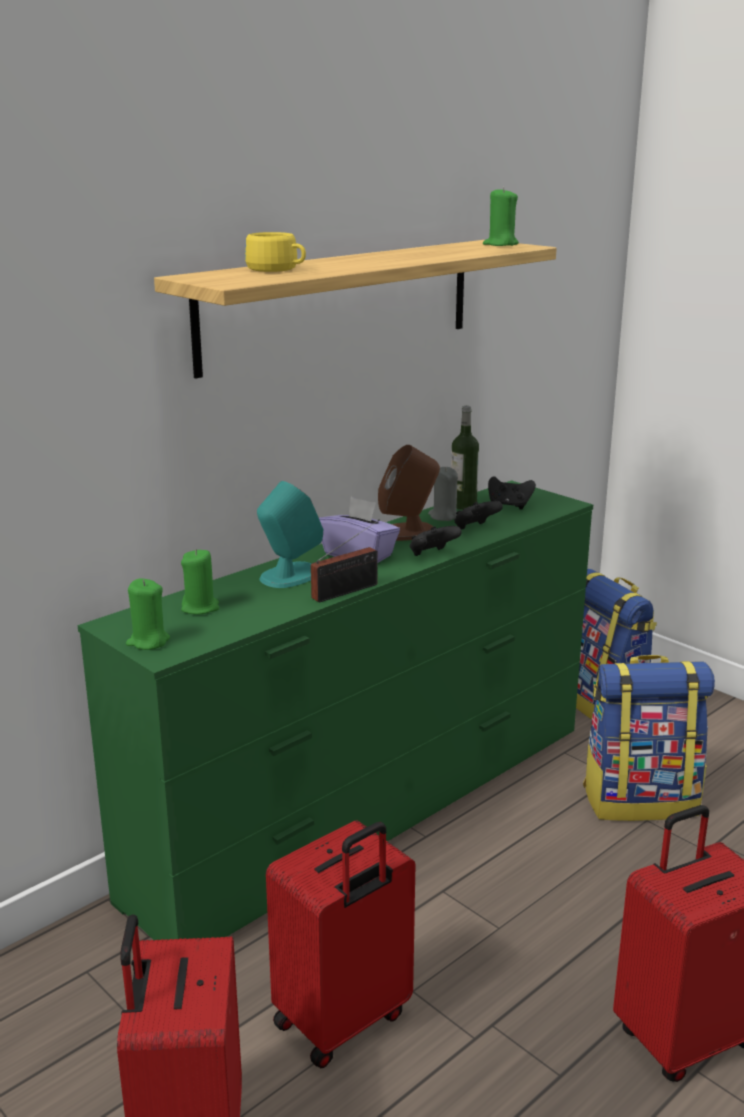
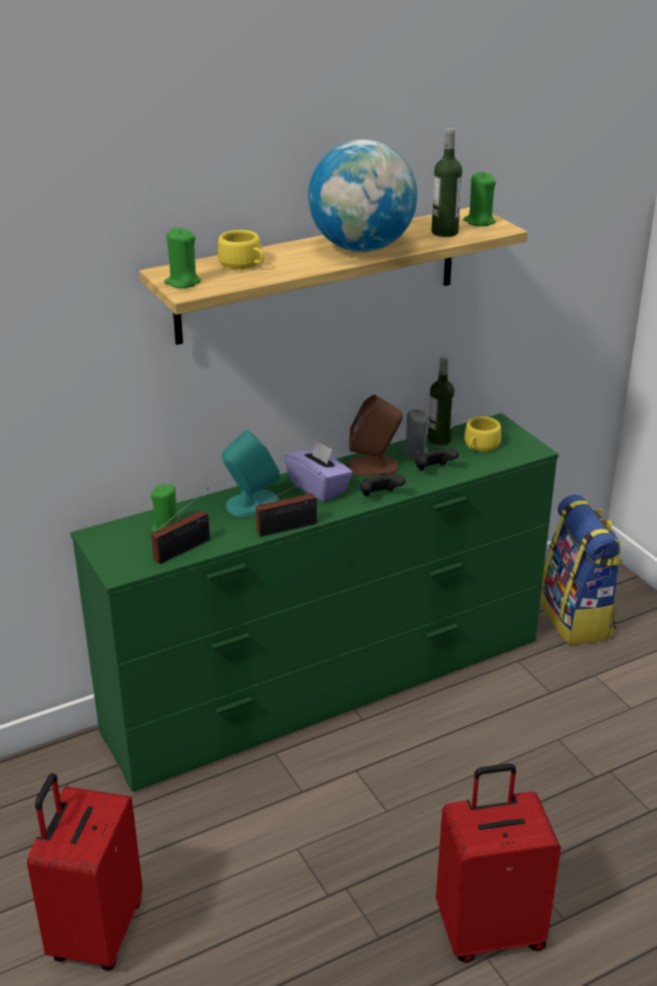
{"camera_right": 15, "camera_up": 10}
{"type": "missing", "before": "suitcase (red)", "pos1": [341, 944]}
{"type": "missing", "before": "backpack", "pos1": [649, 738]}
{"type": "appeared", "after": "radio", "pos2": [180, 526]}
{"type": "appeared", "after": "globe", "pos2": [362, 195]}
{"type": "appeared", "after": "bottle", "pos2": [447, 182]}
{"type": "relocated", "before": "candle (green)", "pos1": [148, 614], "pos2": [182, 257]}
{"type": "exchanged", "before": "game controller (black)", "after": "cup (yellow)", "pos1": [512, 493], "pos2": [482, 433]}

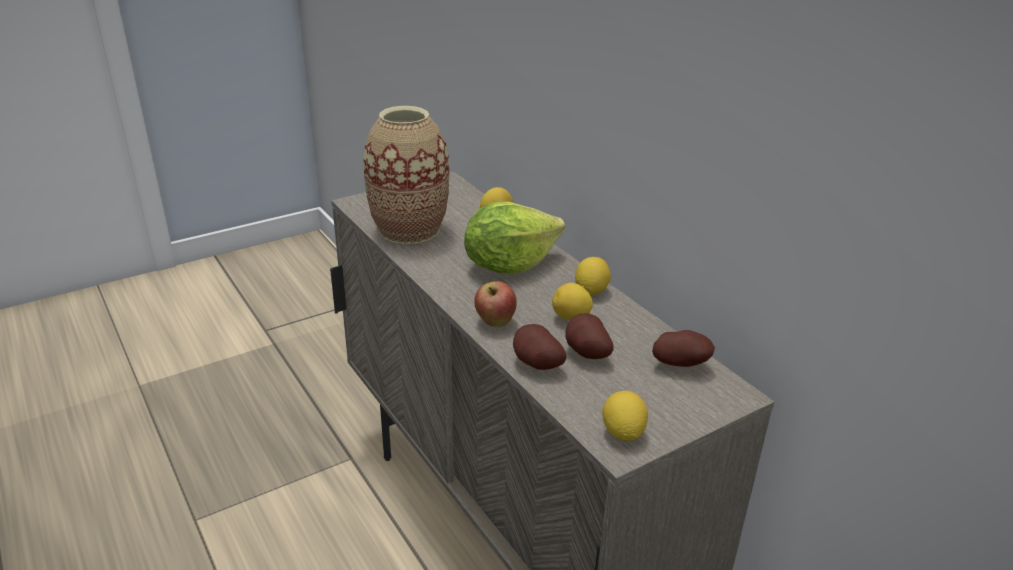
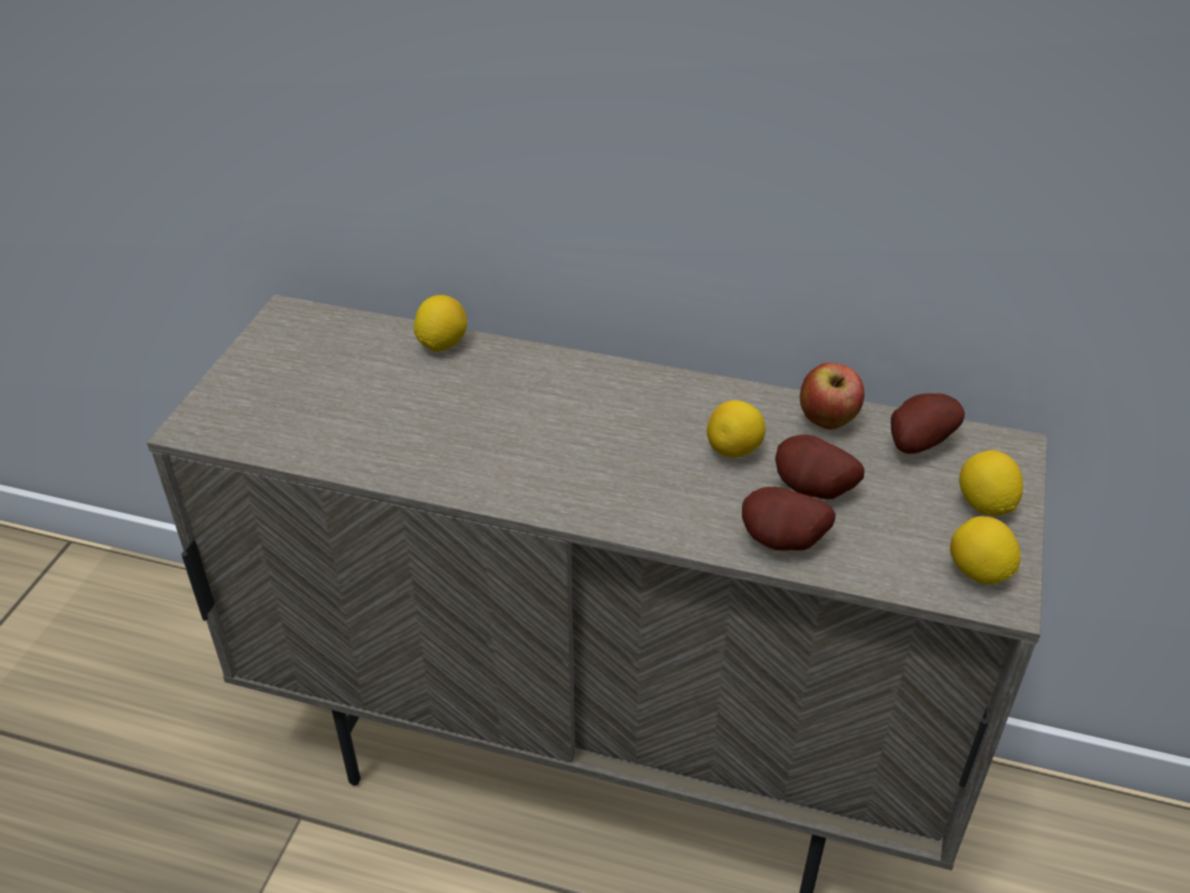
{"camera_right": -40, "camera_up": 10}
{"type": "missing", "before": "vase", "pos1": [406, 175]}
{"type": "missing", "before": "lettuce", "pos1": [514, 238]}
{"type": "relocated", "before": "apple", "pos1": [495, 304], "pos2": [832, 396]}
{"type": "relocated", "before": "lemon", "pos1": [593, 276], "pos2": [991, 483]}

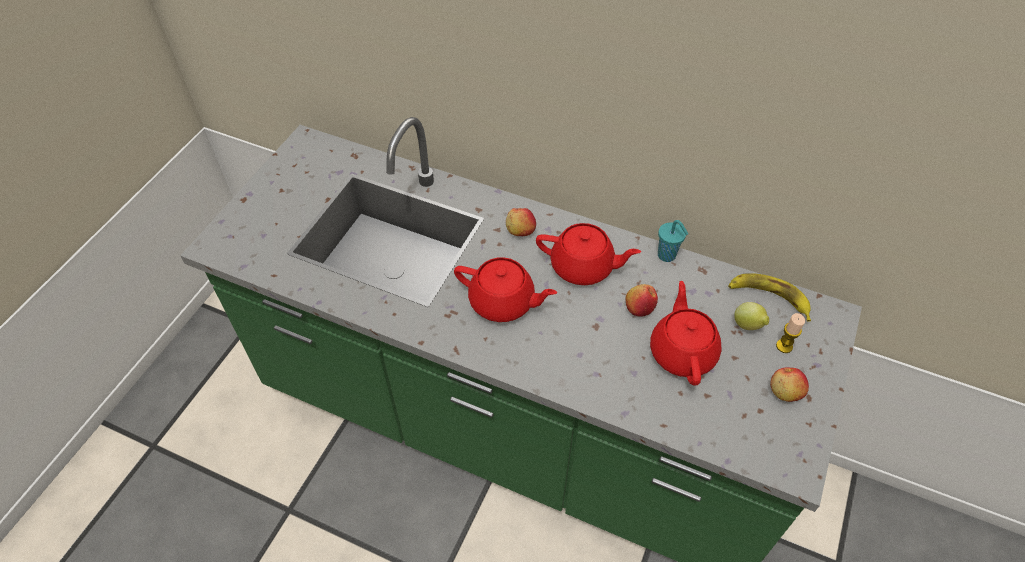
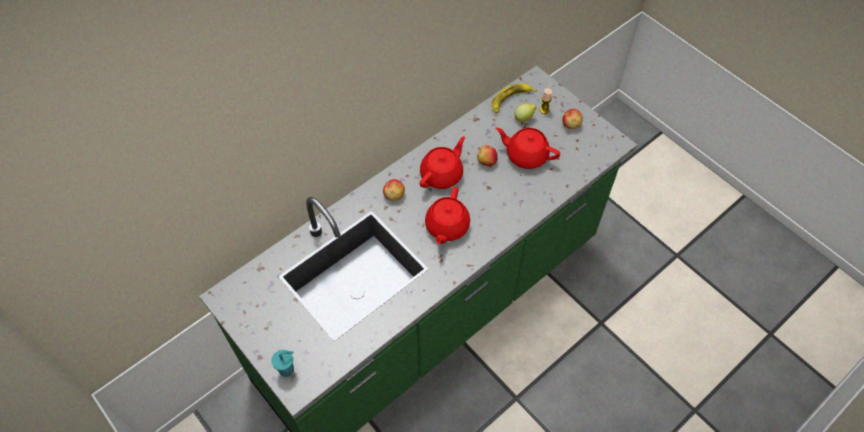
{"camera_right": -65, "camera_up": 5}
{"type": "relocated", "before": "cup (turquoise)", "pos1": [673, 241], "pos2": [282, 363]}
{"type": "spun", "before": "teapot (red)", "pos1": [505, 289], "pos2": [447, 215], "turn": 150}

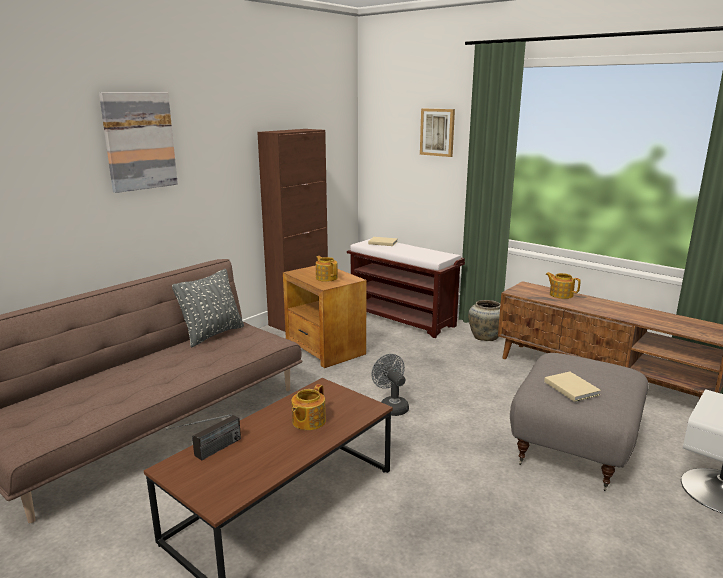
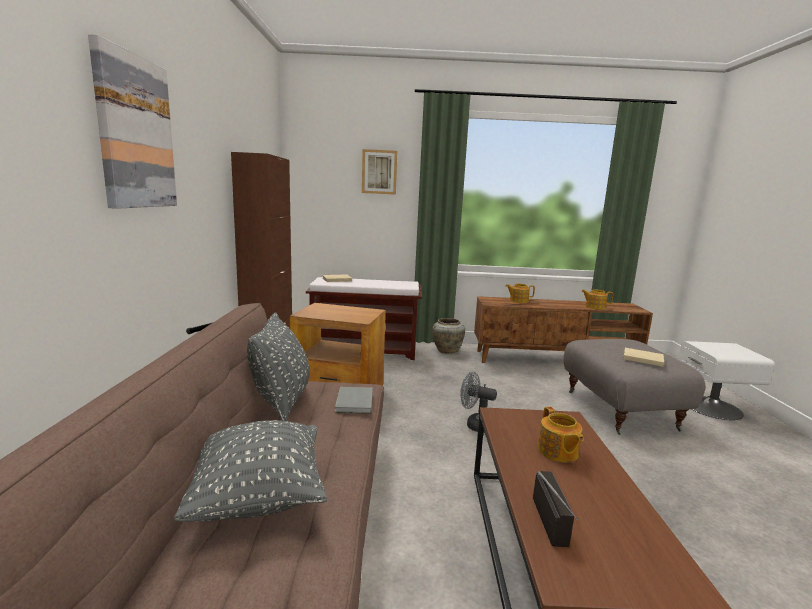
{"camera_right": -40, "camera_up": -5}
{"type": "appeared", "after": "pillow (grey)", "pos2": [250, 471]}
{"type": "appeared", "after": "book (grey)", "pos2": [354, 400]}
{"type": "relocated", "before": "teapot", "pos1": [327, 269], "pos2": [597, 299]}

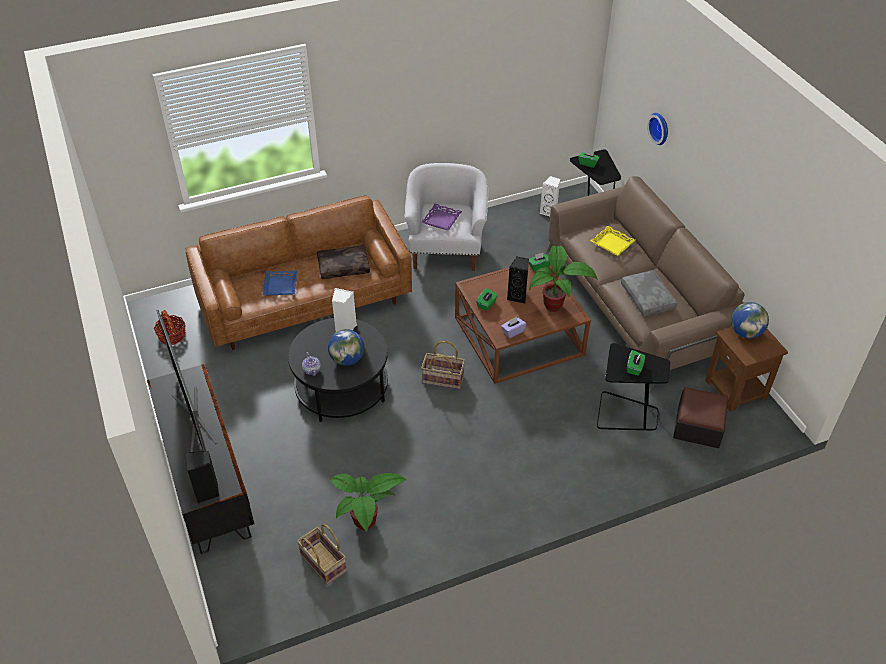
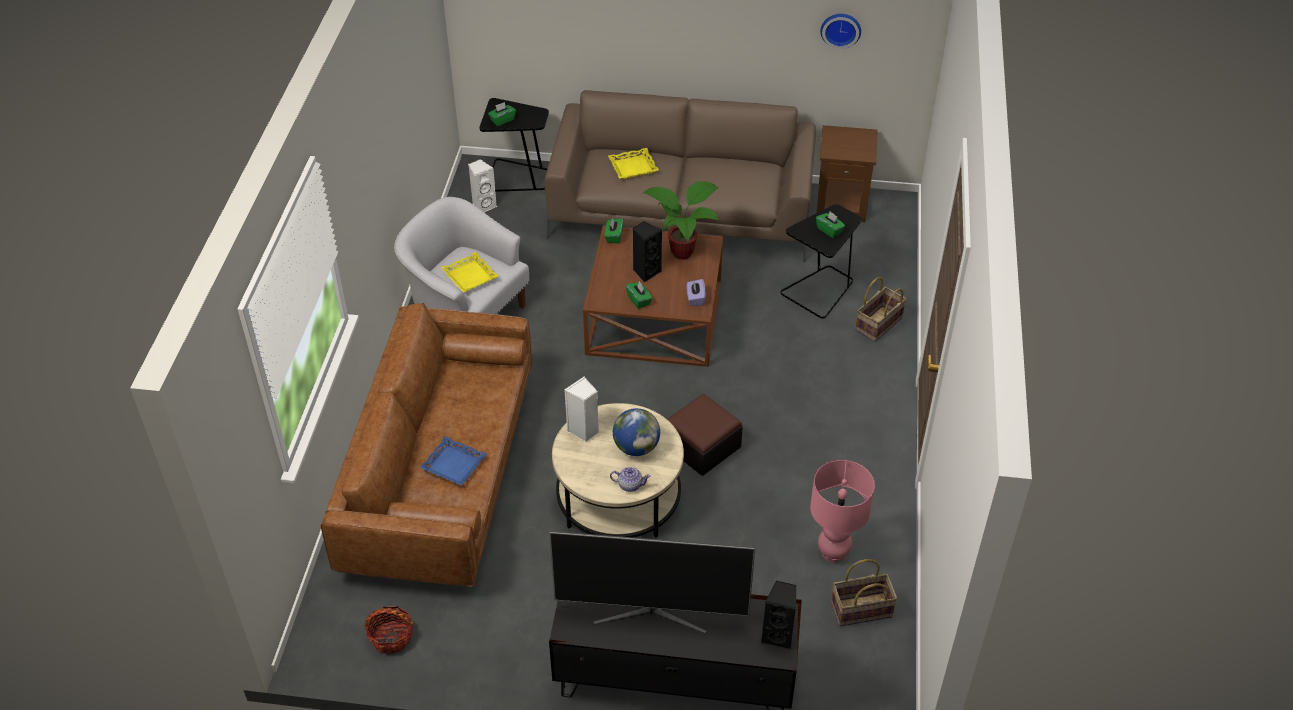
{"camera_right": -60, "camera_up": 0}
{"type": "missing", "before": "pillow (brown)", "pos1": [343, 262]}
{"type": "missing", "before": "pillow (grey)", "pos1": [649, 293]}
{"type": "missing", "before": "globe", "pos1": [750, 320]}
{"type": "relocated", "before": "basket", "pos1": [443, 365], "pos2": [881, 309]}
{"type": "relocated", "before": "wall clock", "pos1": [657, 129], "pos2": [840, 31]}
{"type": "relocated", "before": "ottoman", "pos1": [700, 417], "pos2": [705, 435]}
{"type": "exchanged", "before": "potted plant", "after": "table lamp (pink)", "pos1": [368, 502], "pos2": [842, 511]}
{"type": "colour", "before": "coffee table (black)", "after": "coffee table (beige)", "pos1": [338, 370], "pos2": [618, 470]}
{"type": "colour", "before": "tray (purple)", "after": "tray (yellow)", "pos1": [441, 216], "pos2": [469, 272]}

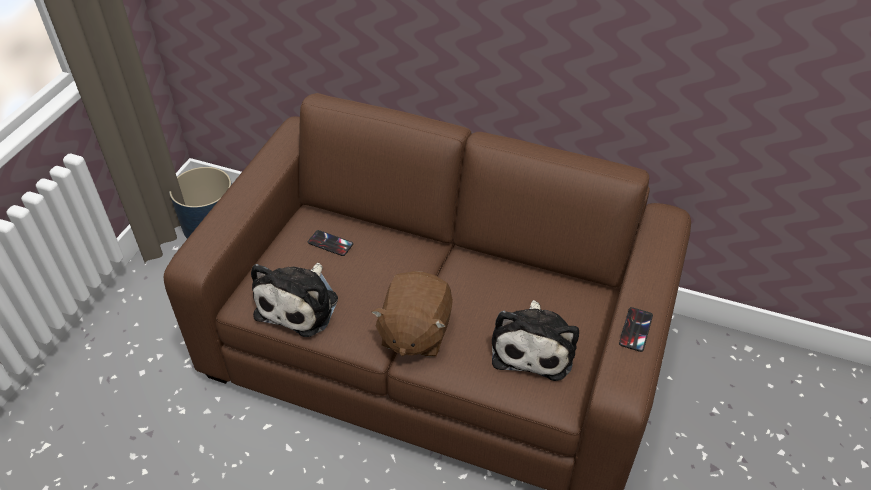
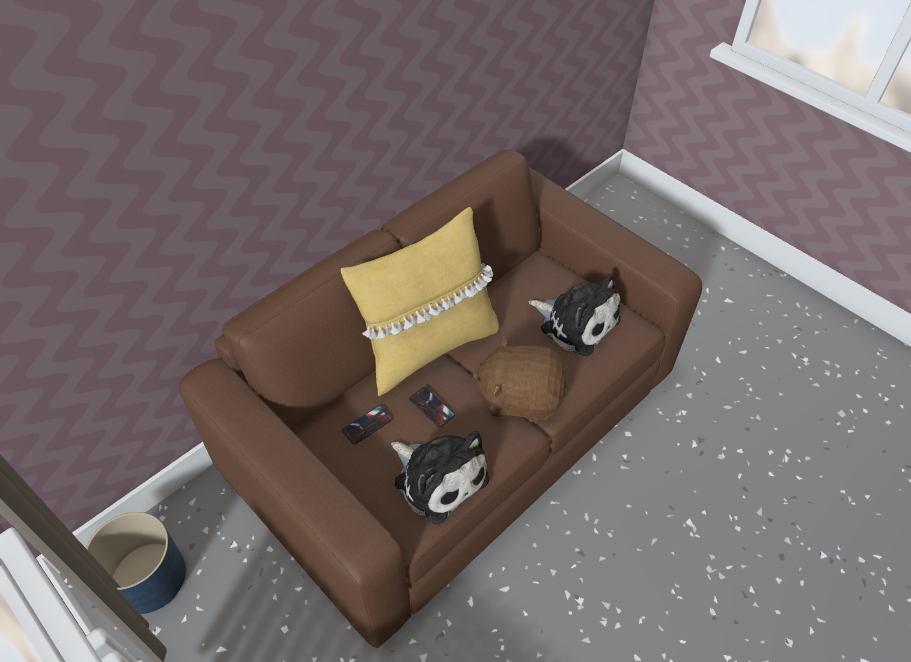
{"camera_right": -65, "camera_up": 5}
{"type": "appeared", "after": "pillow (yellow)", "pos2": [420, 301]}
{"type": "relocated", "before": "phone", "pos1": [636, 329], "pos2": [432, 407]}
{"type": "spun", "before": "plush toy (brown)", "pos1": [412, 314], "pos2": [520, 379], "turn": 150}

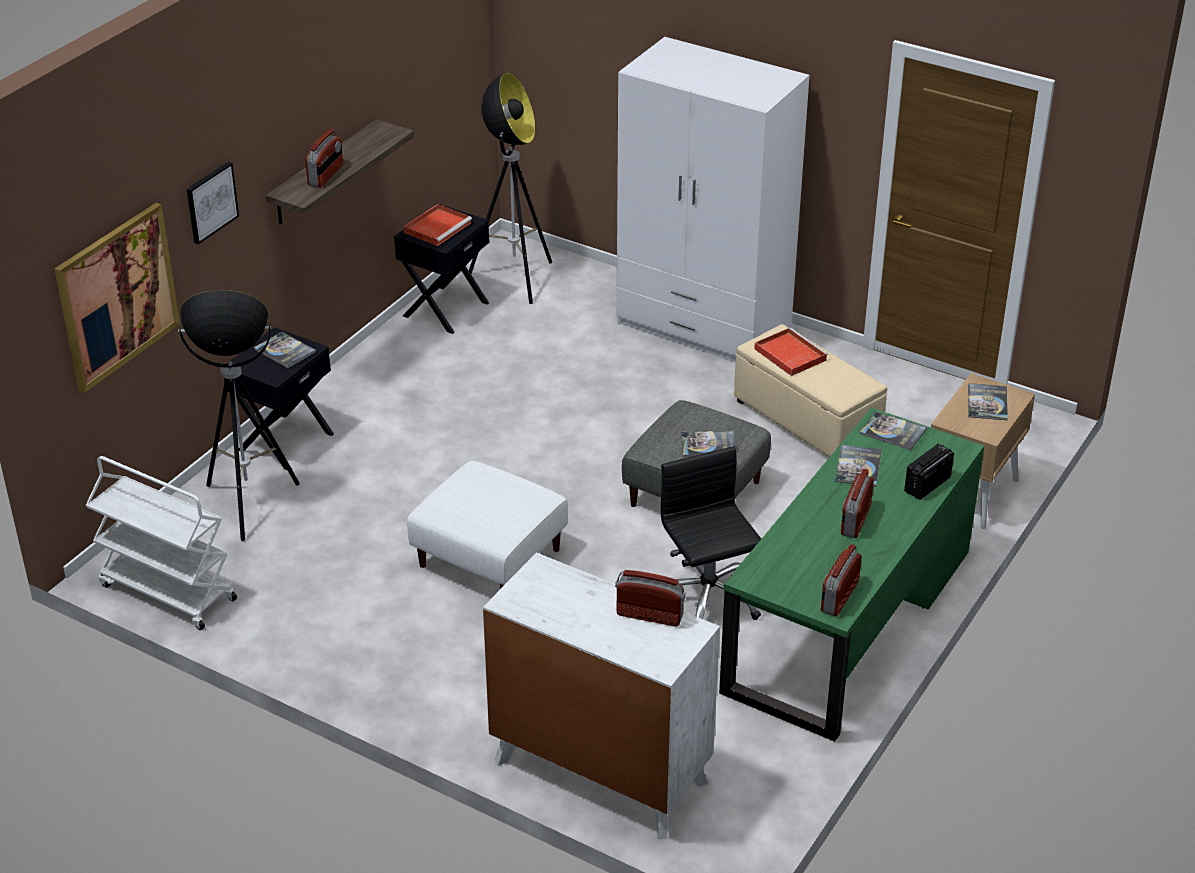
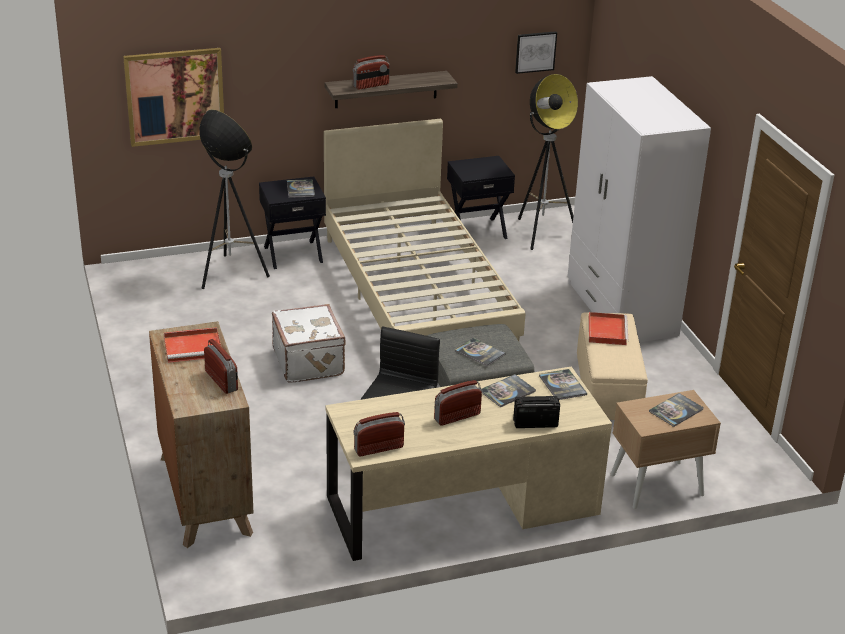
{"camera_right": 40, "camera_up": -5}
{"type": "missing", "before": "cart (white)", "pos1": [161, 543]}
{"type": "appeared", "after": "bed (beige)", "pos2": [425, 230]}
{"type": "relocated", "before": "picture", "pos1": [212, 203], "pos2": [536, 52]}
{"type": "relocated", "before": "tray (red)", "pos1": [437, 225], "pos2": [192, 345]}
{"type": "exchanged", "before": "ottoman (white)", "after": "suitcase (white)", "pos1": [487, 525], "pos2": [309, 343]}
{"type": "colour", "before": "dresser (white)", "after": "dresser (brown)", "pos1": [601, 696], "pos2": [201, 434]}
{"type": "colour", "before": "desk (green)", "after": "desk (beige)", "pos1": [851, 575], "pos2": [468, 463]}

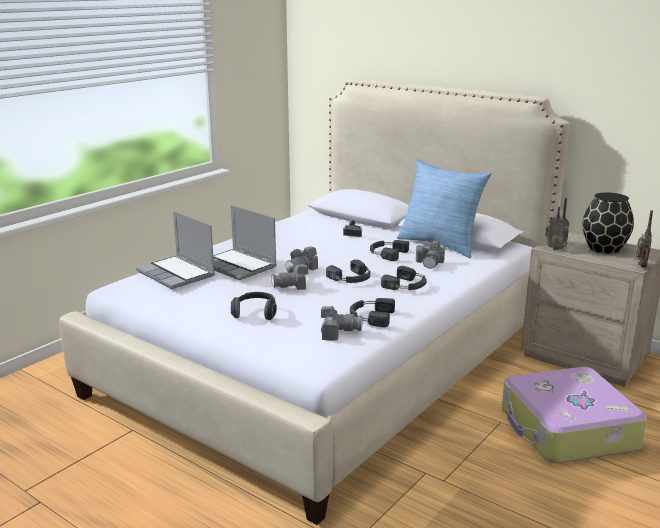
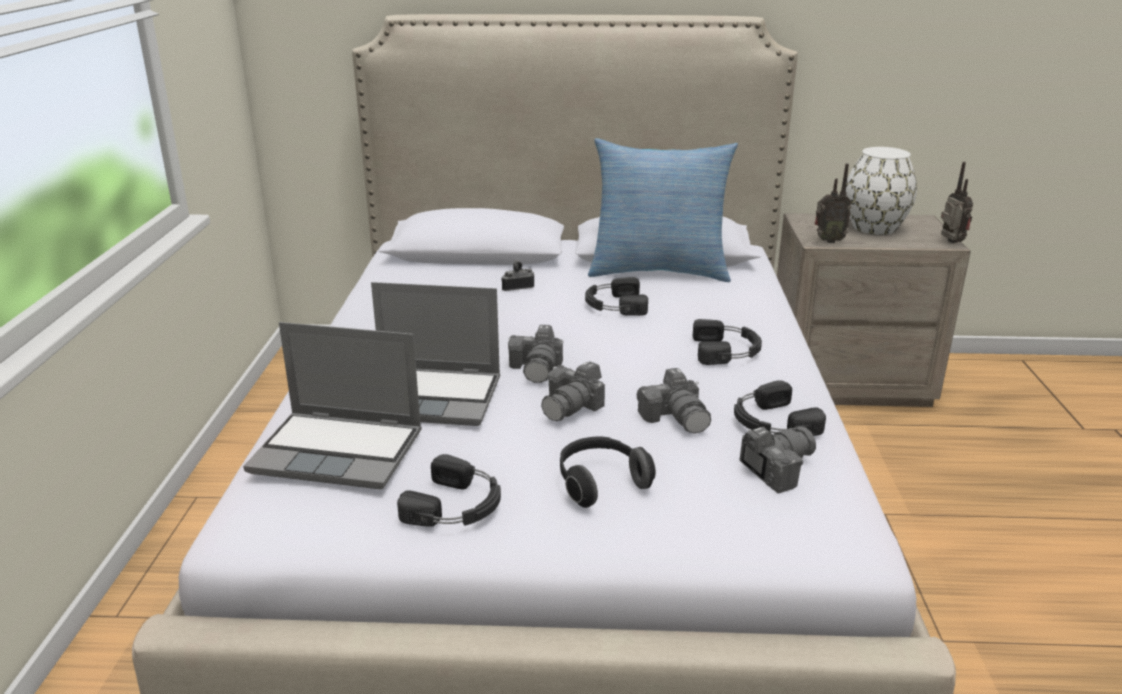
{"camera_right": -35, "camera_up": 5}
{"type": "missing", "before": "suitcase", "pos1": [574, 415]}
{"type": "relocated", "before": "headphones (black)", "pos1": [348, 271], "pos2": [449, 490]}
{"type": "relocated", "before": "photo camera", "pos1": [430, 255], "pos2": [674, 401]}
{"type": "colour", "before": "vase (black)", "after": "vase (white)", "pos1": [608, 223], "pos2": [881, 191]}

